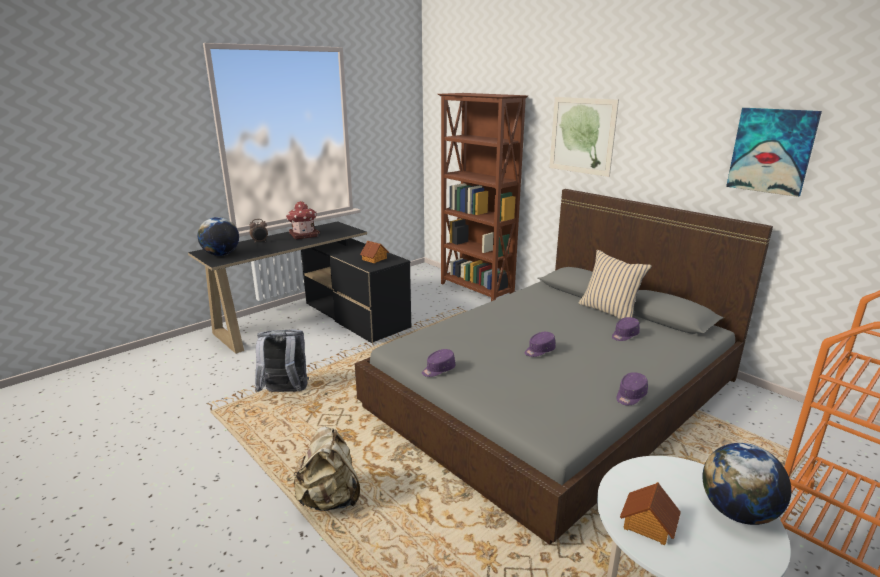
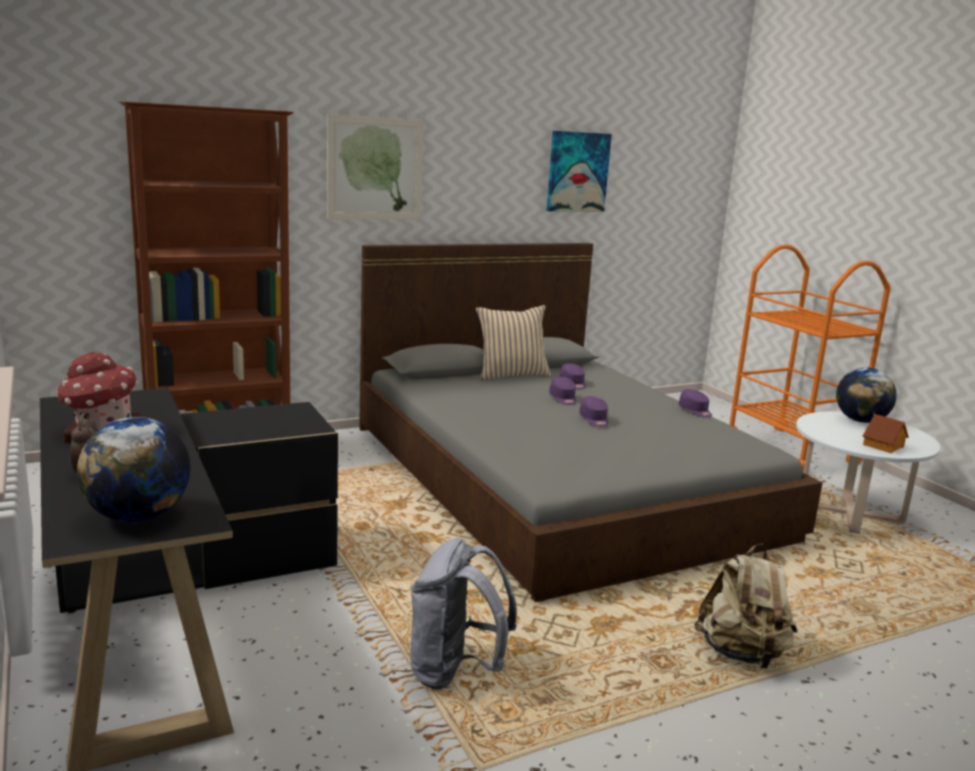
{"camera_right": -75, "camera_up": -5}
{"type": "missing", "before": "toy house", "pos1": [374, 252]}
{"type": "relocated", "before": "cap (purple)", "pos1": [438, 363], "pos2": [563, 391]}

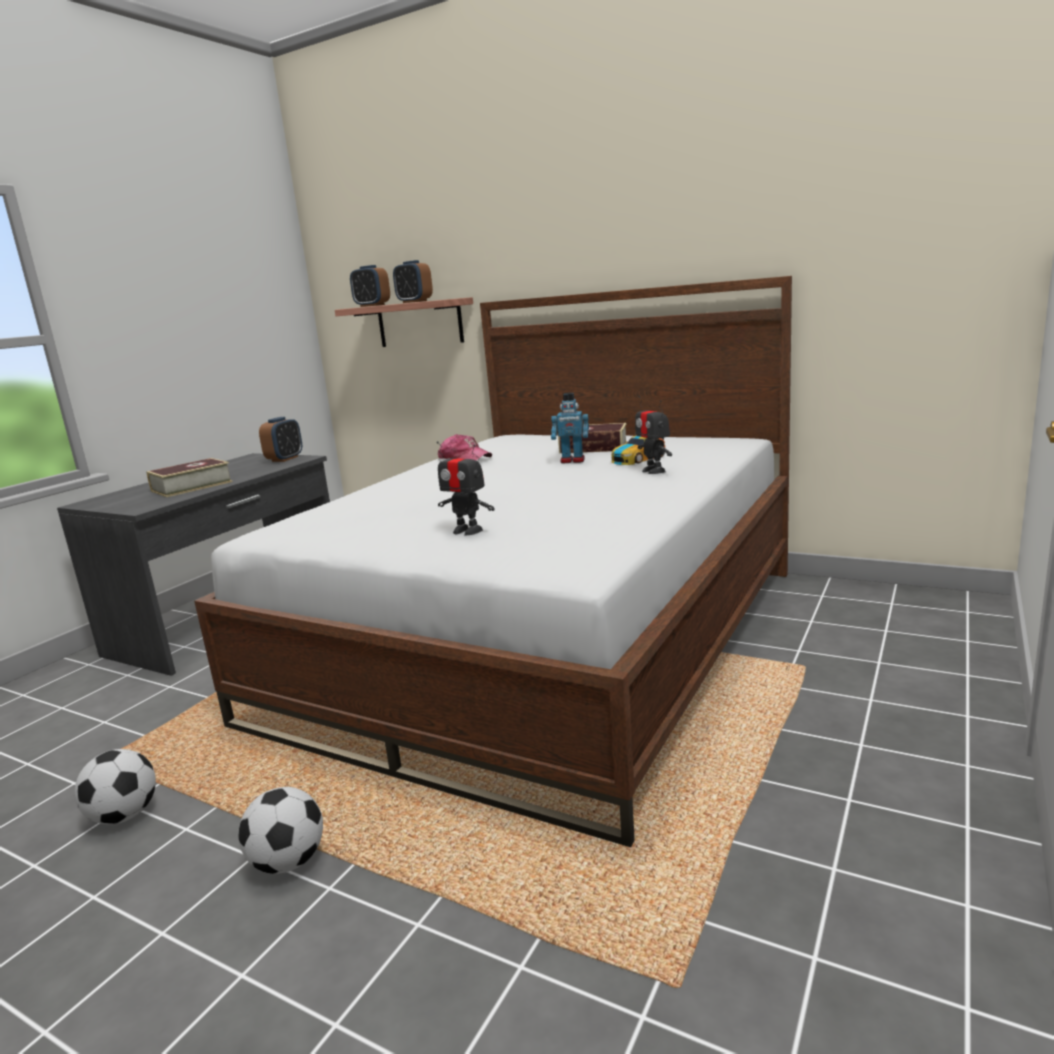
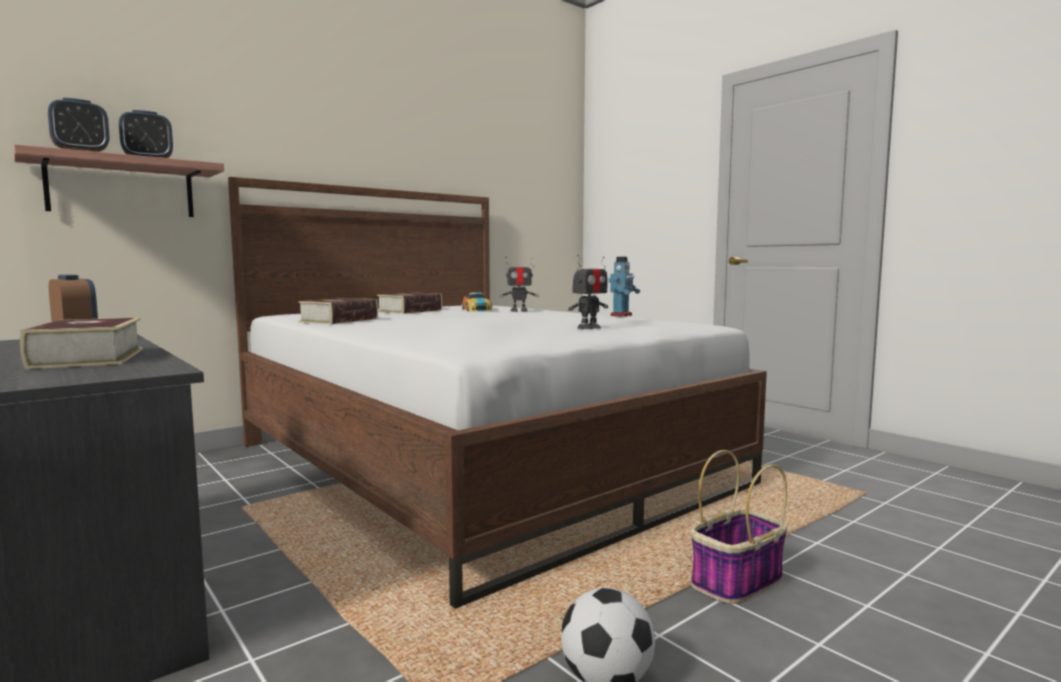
{"camera_right": -70, "camera_up": -10}
{"type": "relocated", "before": "toy robot", "pos1": [570, 428], "pos2": [624, 287]}
{"type": "exchanged", "before": "football", "after": "basket", "pos1": [280, 830], "pos2": [739, 527]}
{"type": "exchanged", "before": "cap", "after": "book", "pos1": [465, 447], "pos2": [337, 311]}

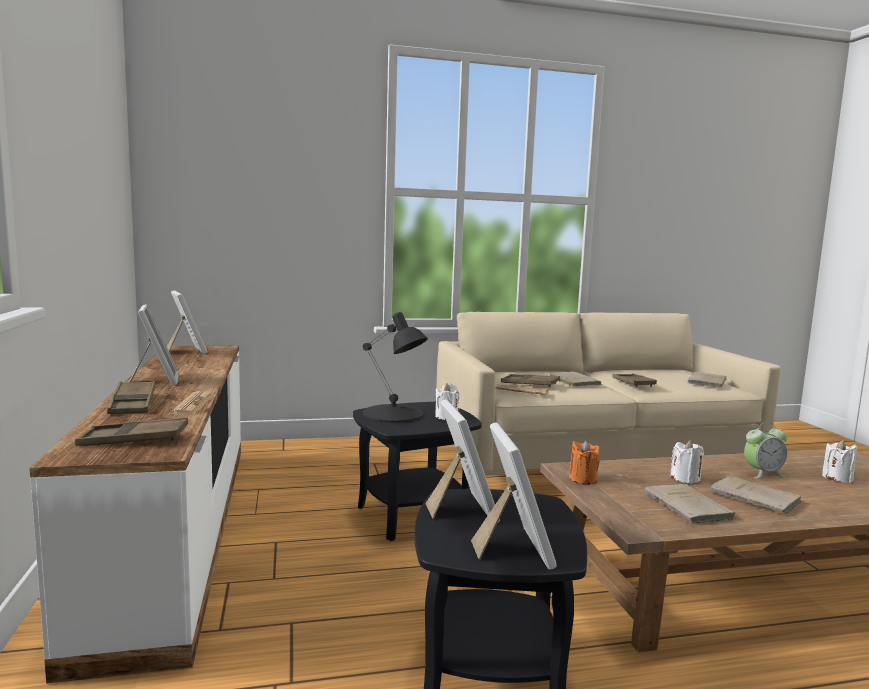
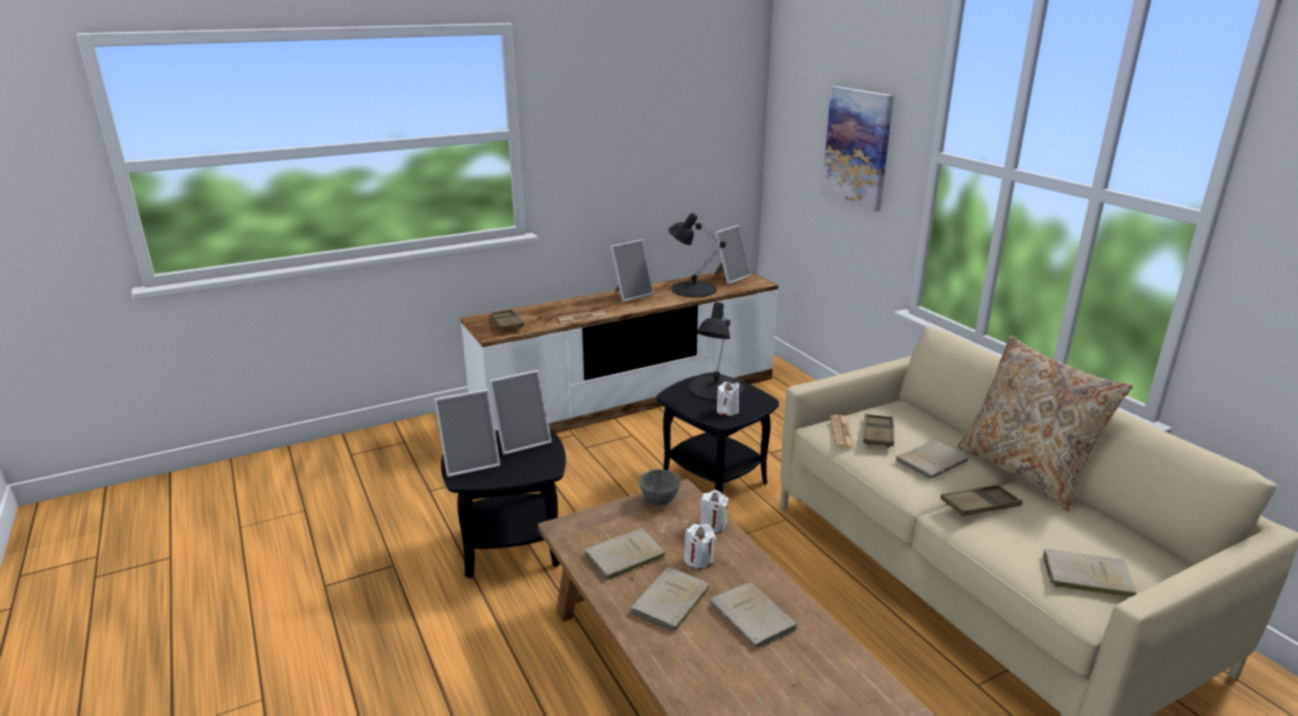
{"camera_right": 75, "camera_up": 15}
{"type": "missing", "before": "tray (brown)", "pos1": [131, 397]}
{"type": "appeared", "after": "table lamp (black)", "pos2": [697, 255]}
{"type": "appeared", "after": "picture", "pos2": [858, 149]}
{"type": "appeared", "after": "pillow (beige)", "pos2": [1045, 423]}
{"type": "relocated", "before": "candle (white)", "pos1": [840, 461], "pos2": [714, 511]}
{"type": "exchanged", "before": "candle (orange)", "after": "bowl (grey)", "pos1": [584, 462], "pos2": [660, 487]}
{"type": "exchanged", "before": "alarm clock", "after": "book (beige)", "pos1": [765, 450], "pos2": [754, 615]}

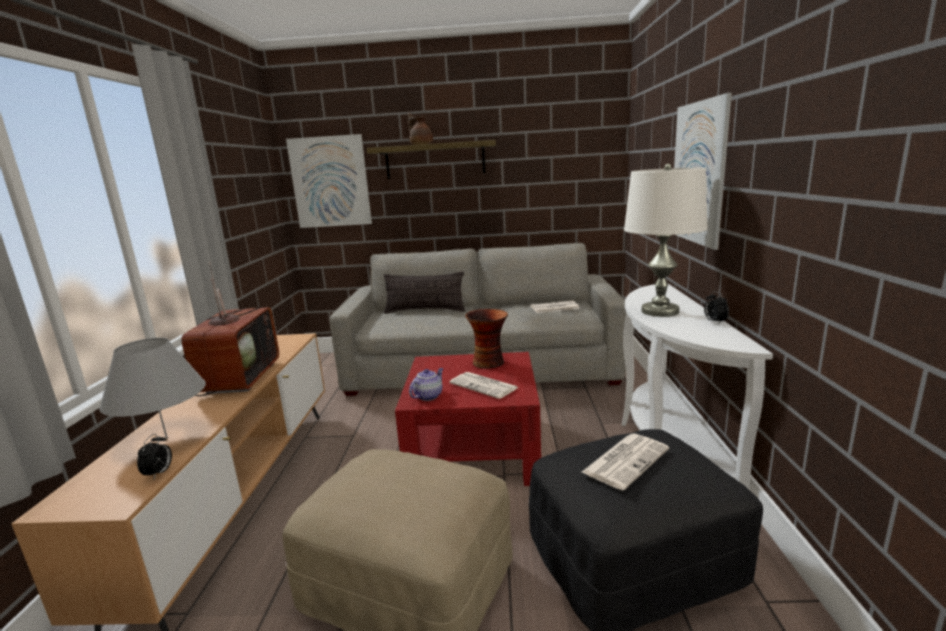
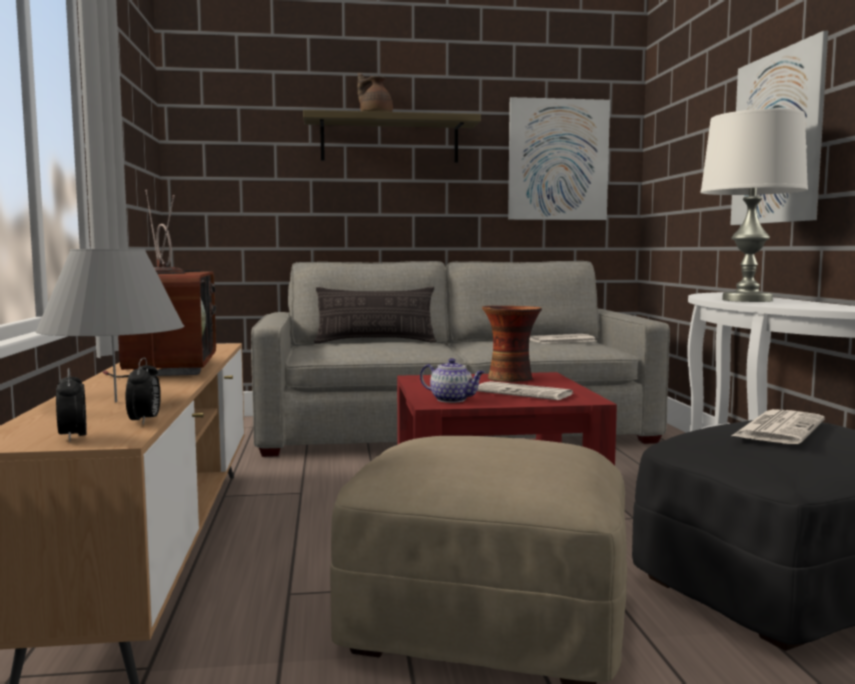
{"camera_right": -10, "camera_up": -10}
{"type": "relocated", "before": "picture", "pos1": [329, 181], "pos2": [559, 158]}
{"type": "relocated", "before": "alarm clock", "pos1": [716, 307], "pos2": [71, 405]}
{"type": "spun", "before": "teapot", "pos1": [426, 384], "pos2": [452, 380], "turn": 90}

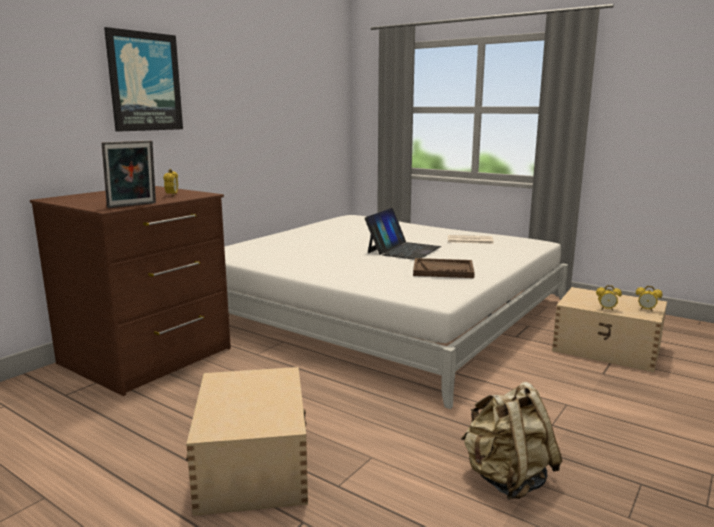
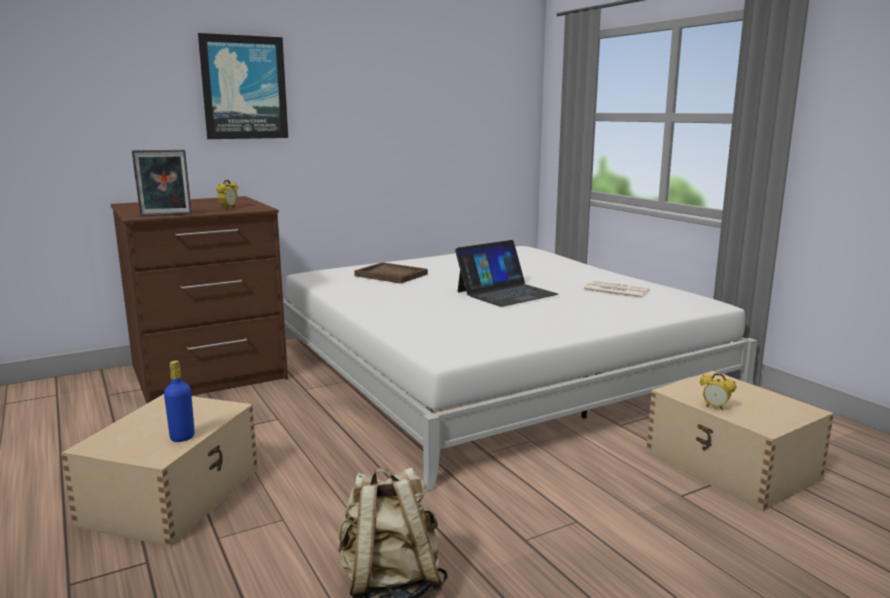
{"camera_right": 25, "camera_up": 0}
{"type": "missing", "before": "alarm clock", "pos1": [649, 298]}
{"type": "appeared", "after": "bottle (blue)", "pos2": [179, 401]}
{"type": "relocated", "before": "tray (brown)", "pos1": [444, 268], "pos2": [391, 273]}

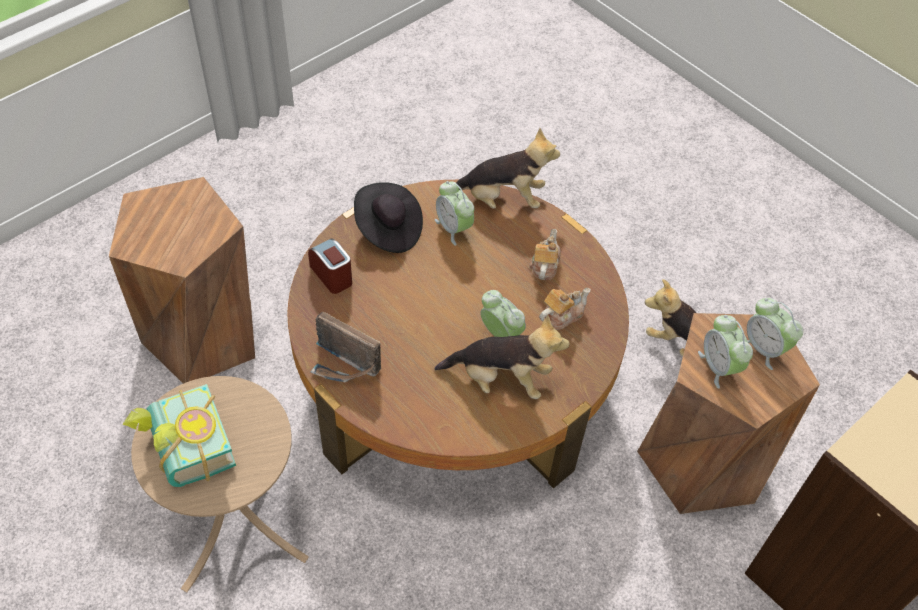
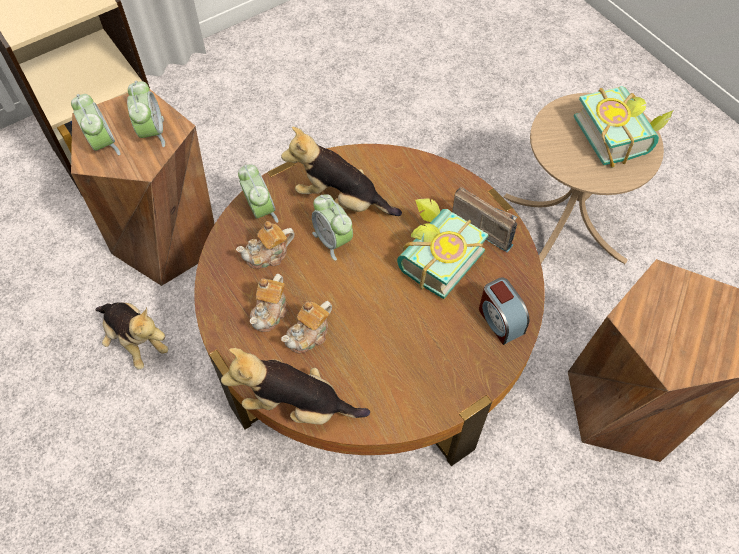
{"camera_right": -170, "camera_up": 5}
{"type": "missing", "before": "hat (black)", "pos1": [388, 217]}
{"type": "appeared", "after": "teapot", "pos2": [306, 327]}
{"type": "appeared", "after": "book", "pos2": [443, 248]}
{"type": "relocated", "before": "alarm clock", "pos1": [454, 213], "pos2": [258, 193]}

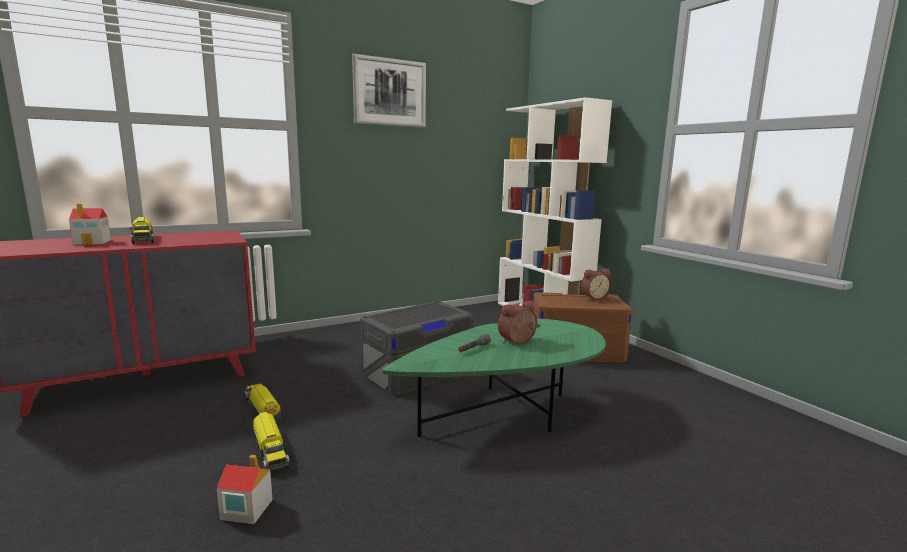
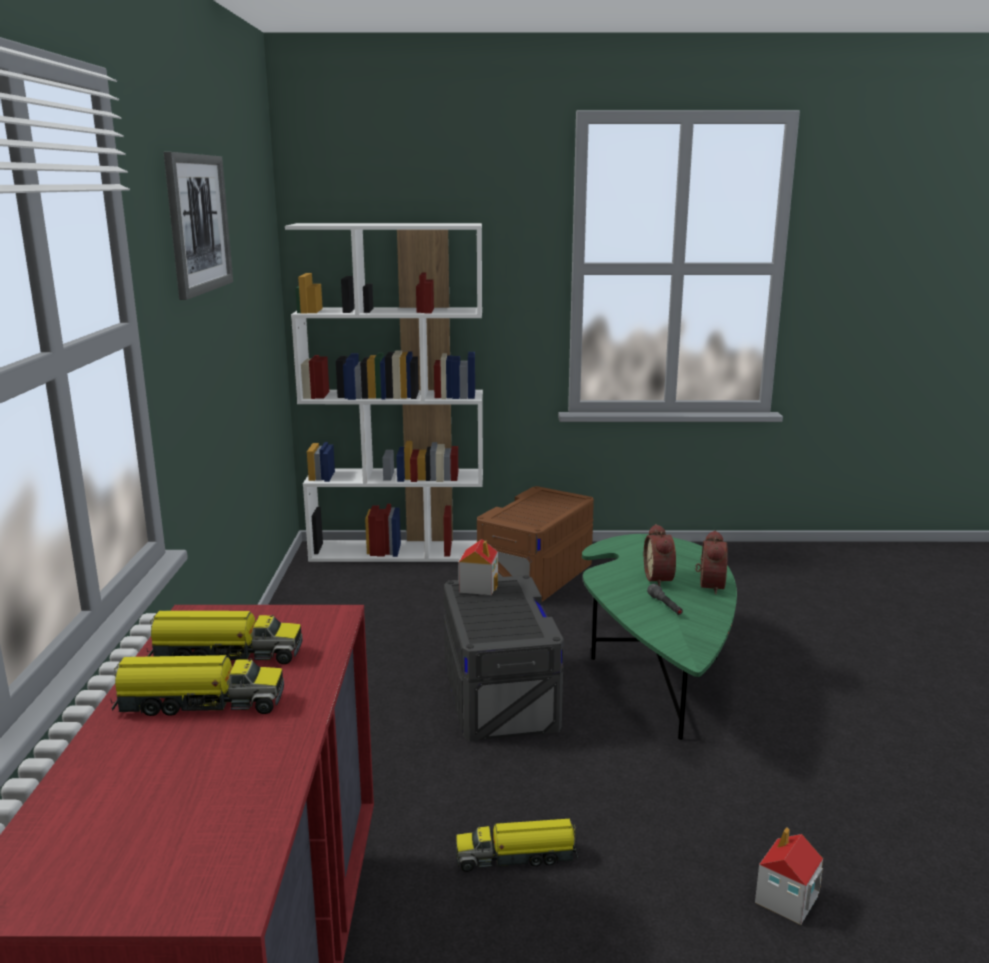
{"camera_right": -60, "camera_up": 5}
{"type": "relocated", "before": "toy house", "pos1": [90, 224], "pos2": [478, 567]}
{"type": "relocated", "before": "toy truck", "pos1": [271, 441], "pos2": [225, 637]}
{"type": "relocated", "before": "alarm clock", "pos1": [596, 284], "pos2": [711, 562]}

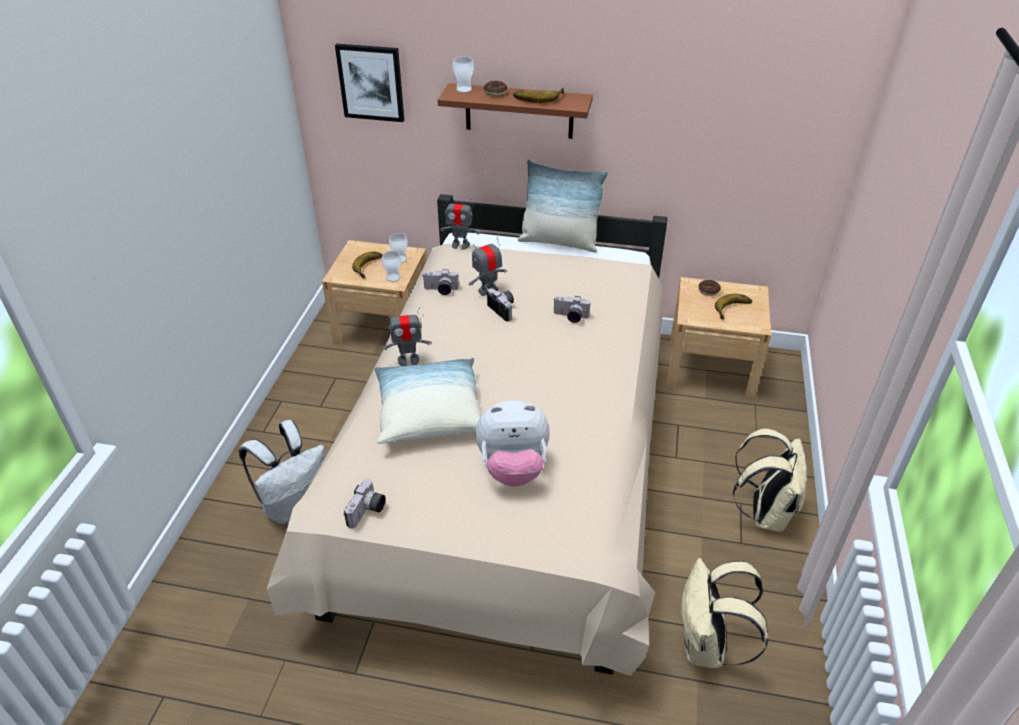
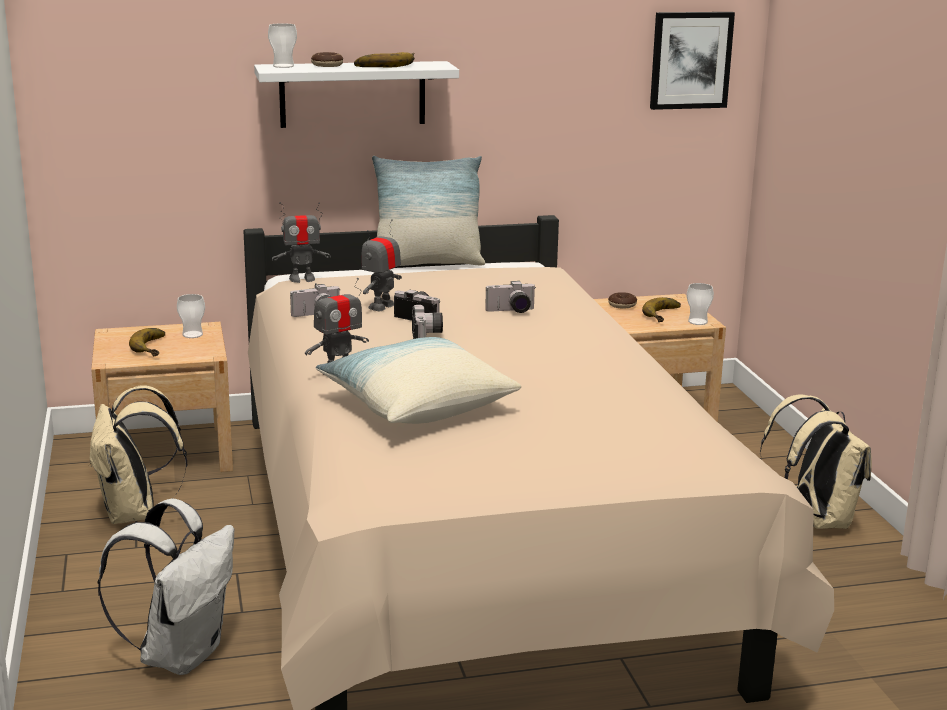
{"camera_right": -25, "camera_up": -20}
{"type": "missing", "before": "plush toy", "pos1": [512, 443]}
{"type": "relocated", "before": "picture", "pos1": [369, 83], "pos2": [692, 61]}
{"type": "relocated", "before": "photo camera", "pos1": [364, 503], "pos2": [427, 322]}
{"type": "relocated", "before": "cup", "pos1": [391, 266], "pos2": [700, 304]}
{"type": "relocated", "before": "backpack (beige)", "pos1": [723, 613], "pos2": [138, 454]}
{"type": "colour", "before": "shelf (brown)", "after": "shelf (white)", "pos1": [515, 111], "pos2": [356, 94]}

